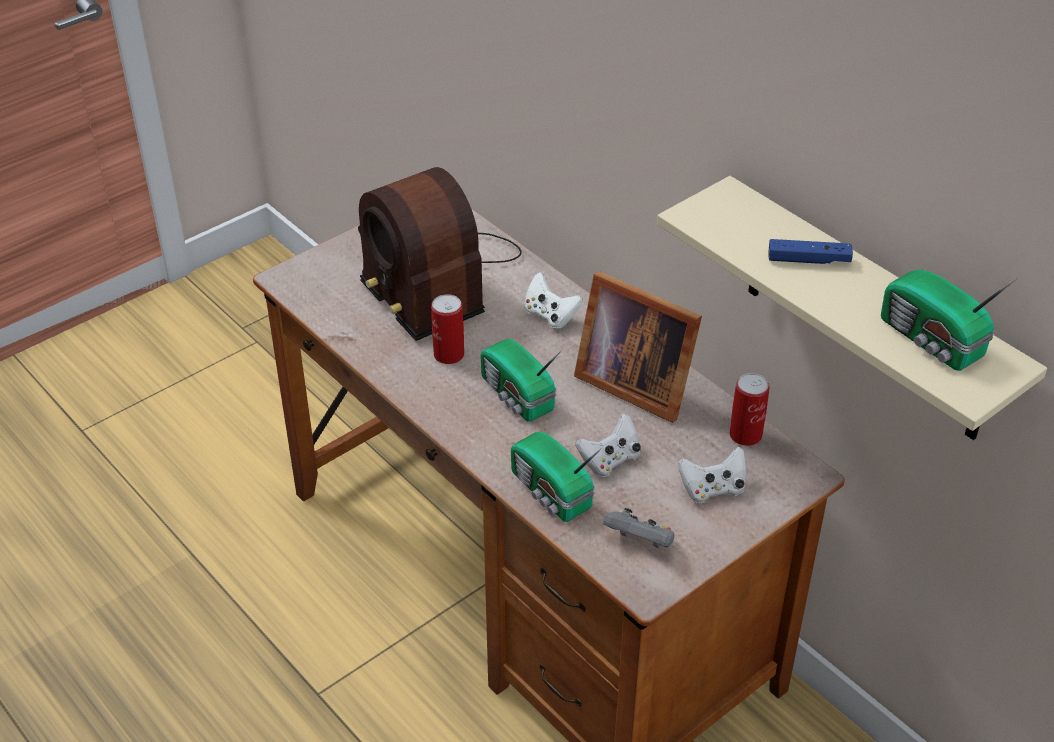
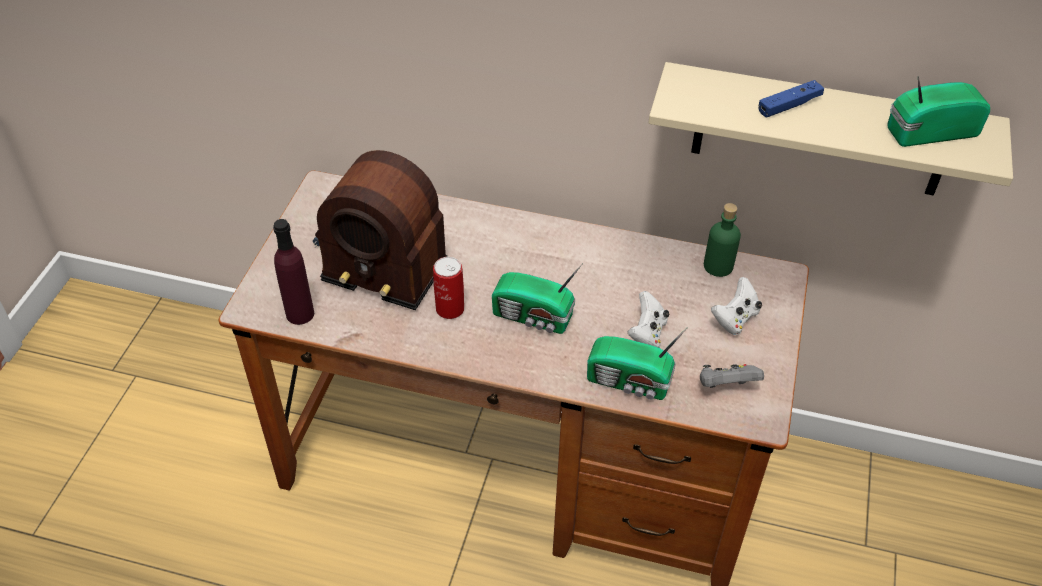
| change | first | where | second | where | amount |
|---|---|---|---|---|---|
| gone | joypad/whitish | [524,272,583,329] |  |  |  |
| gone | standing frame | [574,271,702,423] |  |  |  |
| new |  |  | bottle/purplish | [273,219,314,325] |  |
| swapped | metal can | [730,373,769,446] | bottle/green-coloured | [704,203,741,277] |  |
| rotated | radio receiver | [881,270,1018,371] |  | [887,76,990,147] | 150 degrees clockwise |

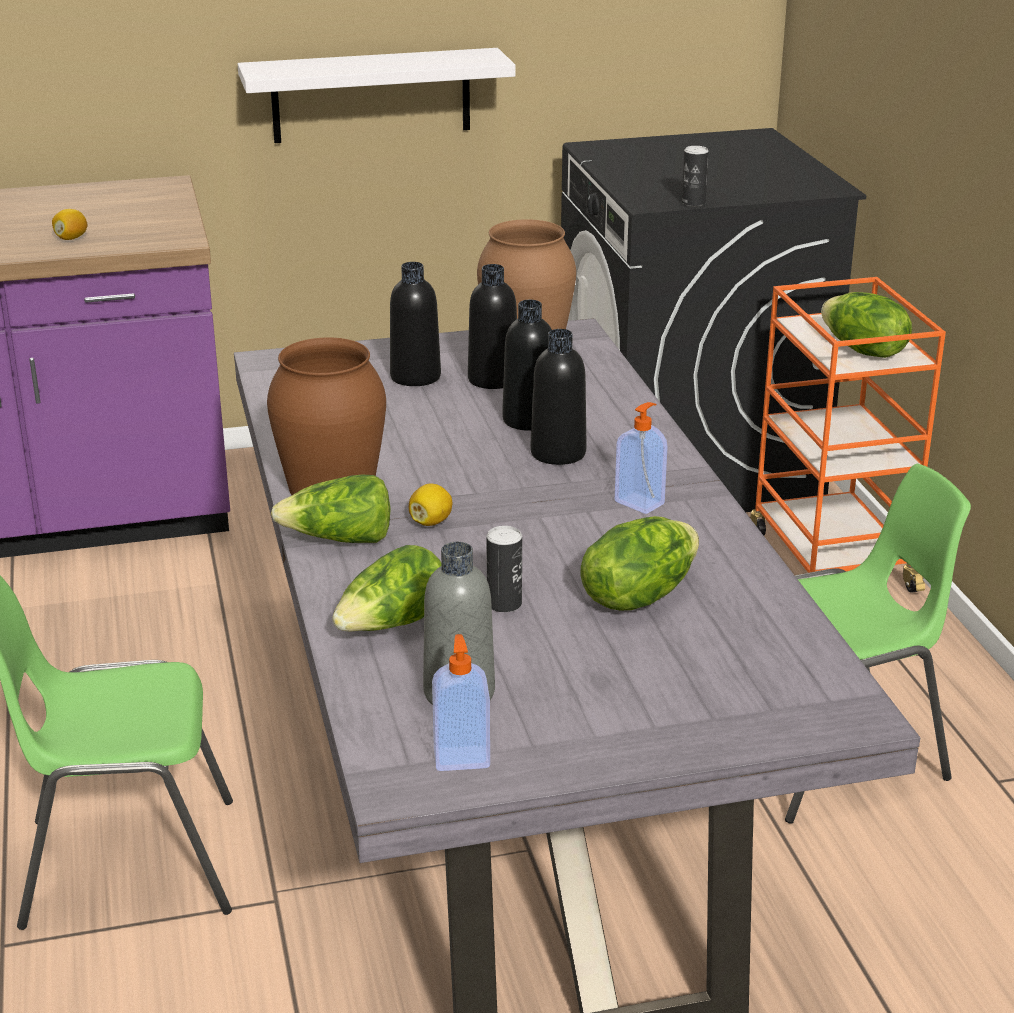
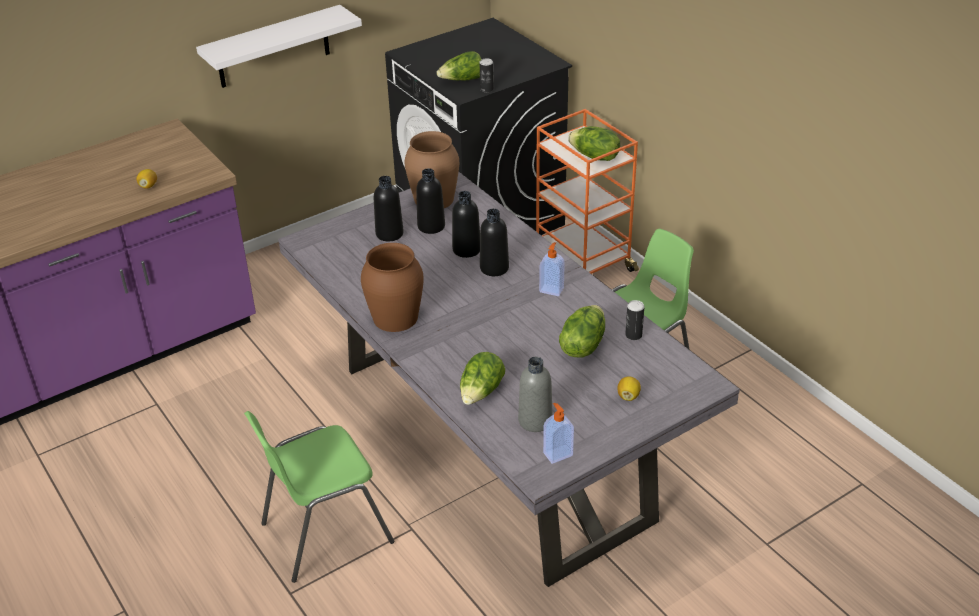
| change | first | where | second | where | amount |
|---|---|---|---|---|---|
| shifted | head of lettuce | [271,475,391,543] |  | [437,51,482,81] |  |
| shifted | whole lemon | [409,484,452,526] |  | [617,376,641,401] |  |
| shifted | metal can | [486,526,522,612] |  | [625,300,644,340] |  |

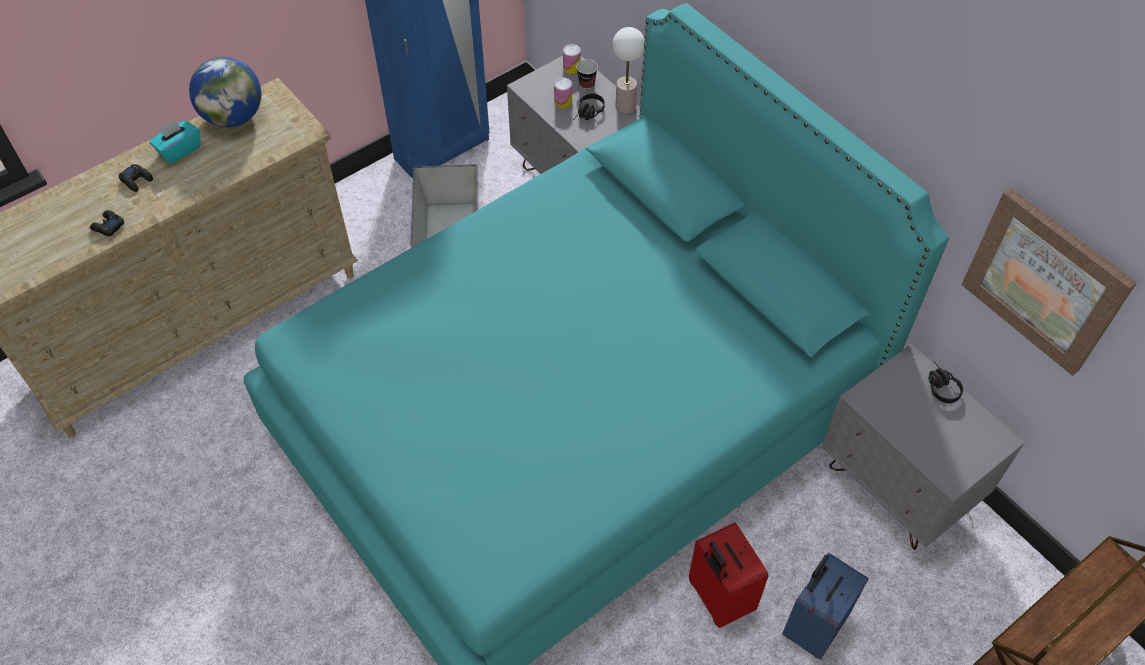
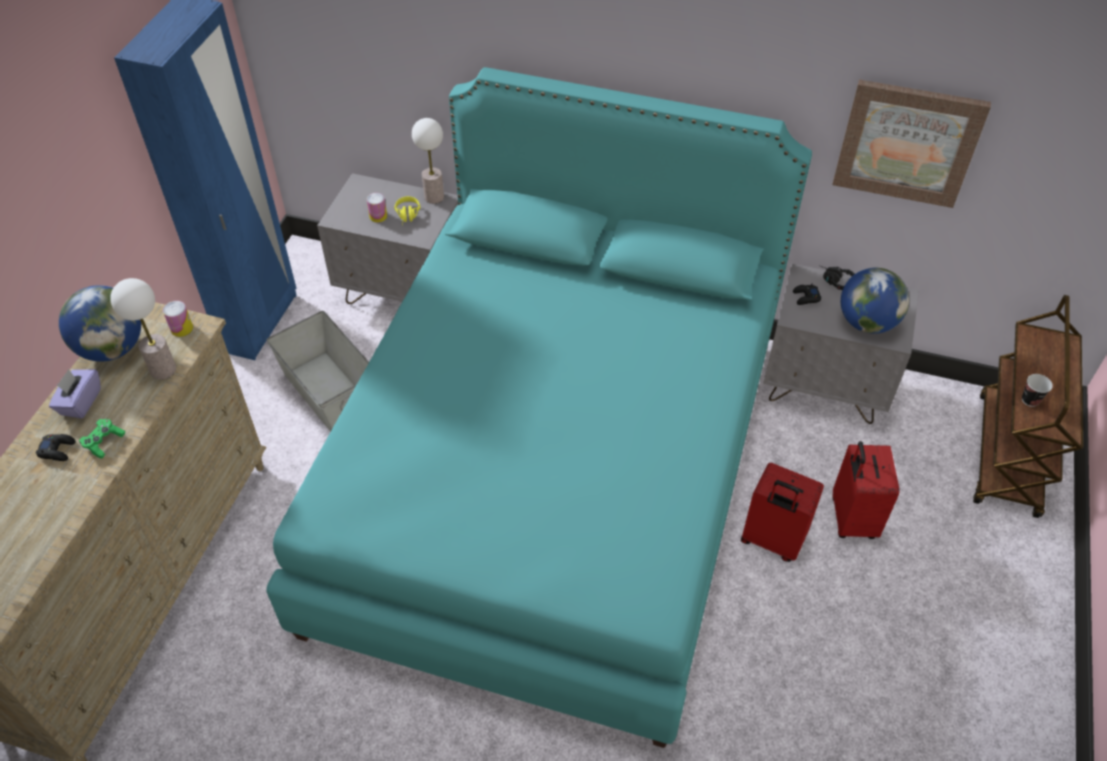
| change | first | where | second | where | amount |
|---|---|---|---|---|---|
| new |  |  | joypad/green-coloured | [79,419,125,459] |  |
| new |  |  | tabletop lamp | [110,278,176,380] |  |
| new |  |  | globe | [841,268,909,334] |  |
| shifted | joypad/black | [90,210,124,236] |  | [793,284,821,305] |  |
| shifted | metal can | [563,44,581,74] |  | [163,301,193,337] |  |
| shifted | small cup | [576,59,598,89] |  | [1022,374,1053,407] |  |
| repainted | tissue holder/turquoise | [150,119,201,164] | tissue holder/purplish | [49,369,101,419] |  |
| repainted | headset/black | [573,93,605,120] | headset/yellow | [394,196,420,225] |  |
| repainted | travel case/blue | [782,553,869,660] | travel case/red | [832,441,900,539] |  |

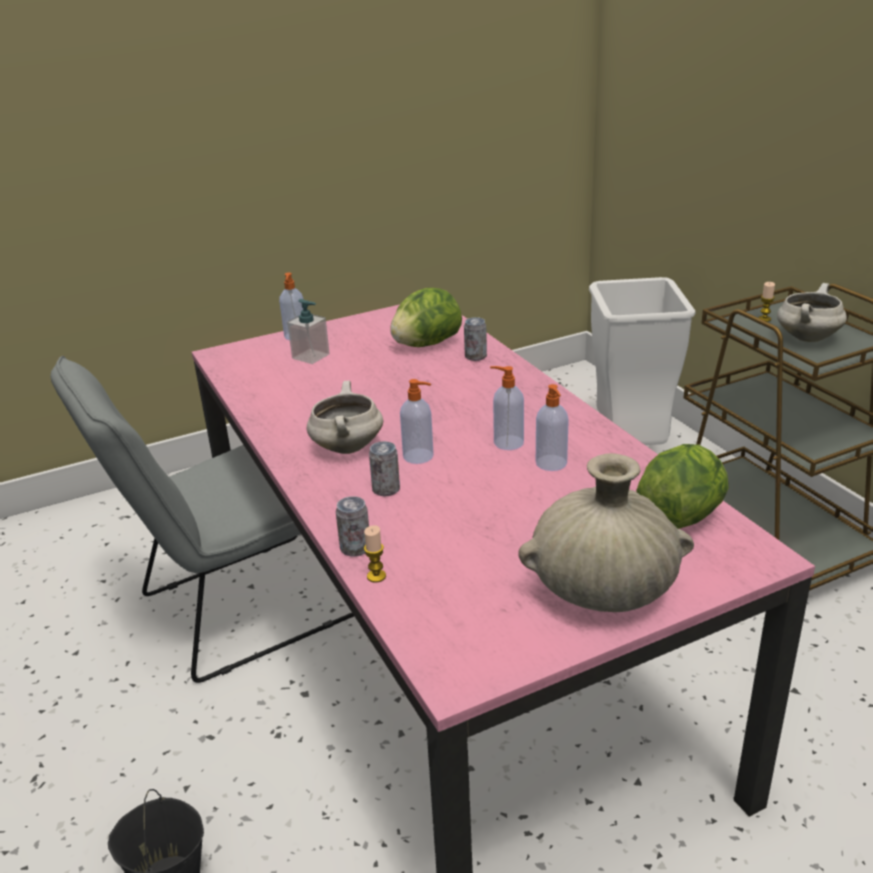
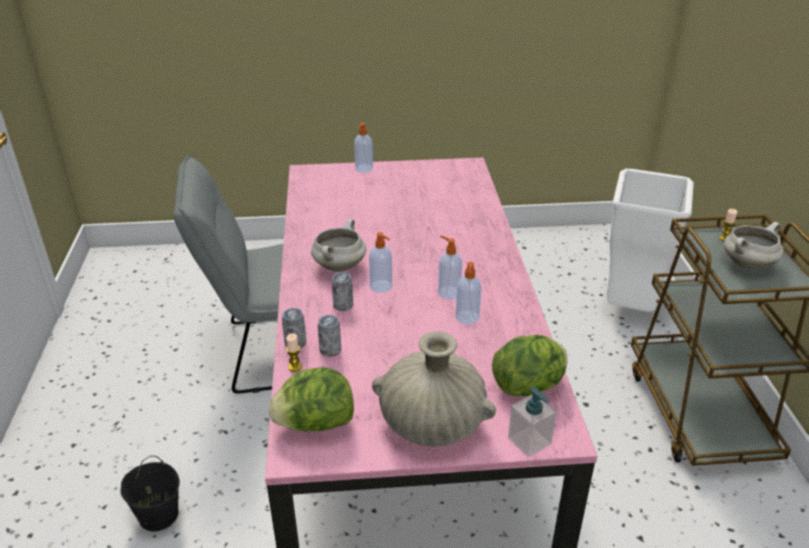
| change | first | where | second | where | amount |
|---|---|---|---|---|---|
| shifted | soap bottle | [287,299,330,364] |  | [508,386,557,457] |  |
| shifted | head of lettuce | [390,288,462,347] |  | [269,367,354,431] |  |
| shifted | metal can | [464,317,487,361] |  | [318,315,341,357] |  |

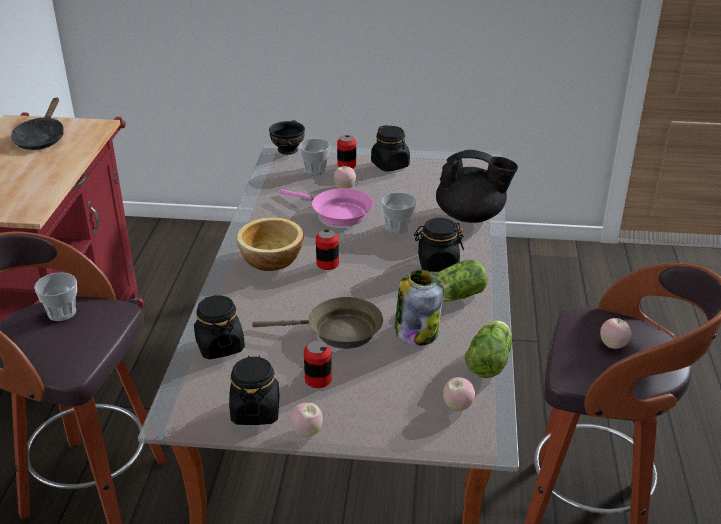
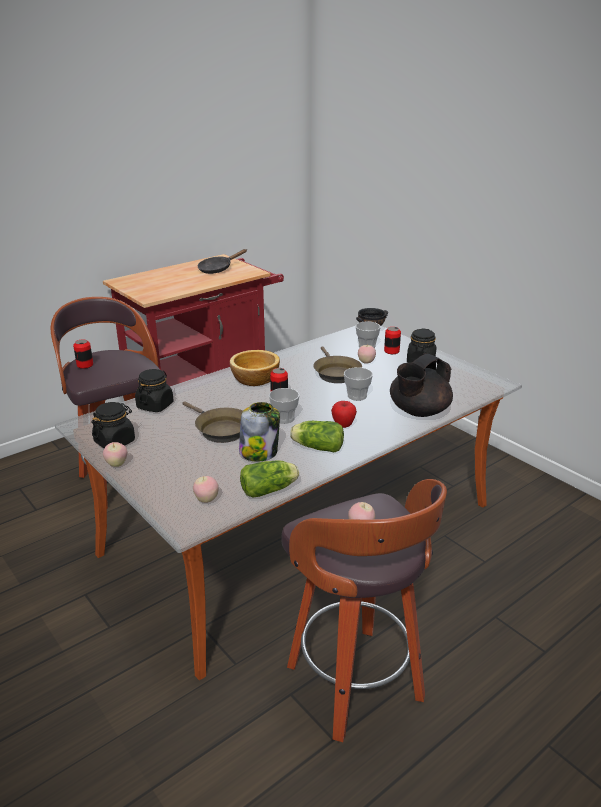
| change | first | where | second | where | amount |
|---|---|---|---|---|---|
| shifted | small cup | [34,272,77,321] |  | [269,388,300,424] |  |
| shifted | metal can | [304,340,332,388] |  | [73,339,93,369] |  |
| swapped | jar/black | [414,218,464,272] | apple | [331,401,357,428] |  |
| repainted | frying pan/pink-coloured | [279,188,373,226] | frying pan/brown-coloured | [313,346,362,383] |  |
| rotated | teapot/black | [436,150,518,223] |  | [390,353,453,417] | 75 degrees clockwise |

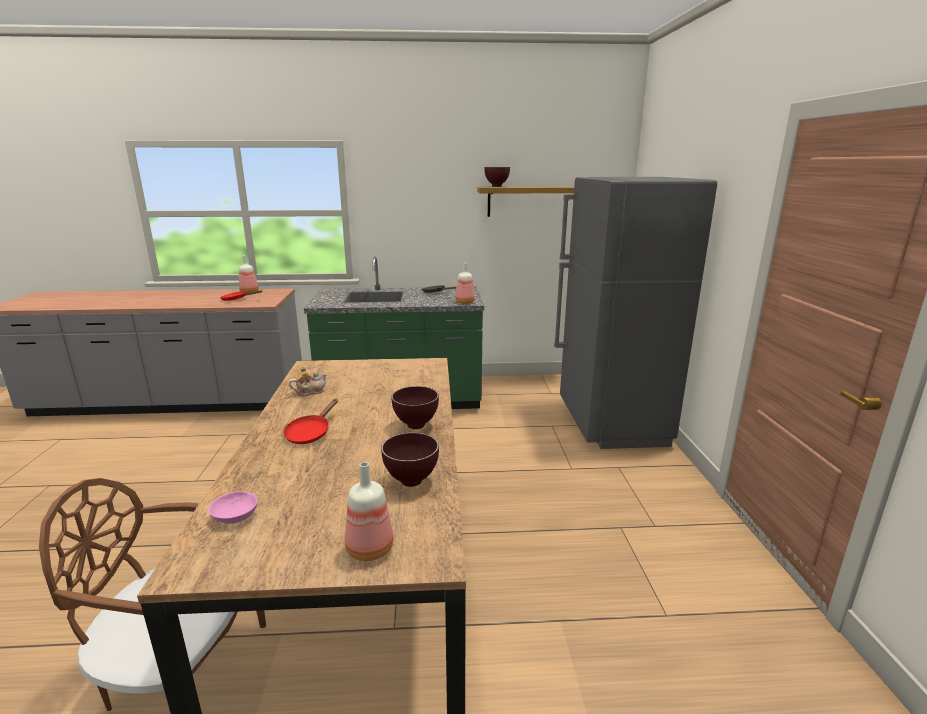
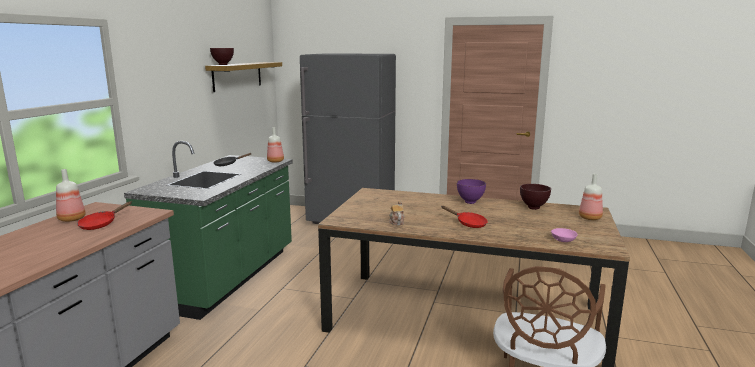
| change | first | where | second | where | amount |
|---|---|---|---|---|---|
| repainted | bowl/brown-coloured | [391,386,439,429] | bowl/purplish | [457,179,486,204] |  |

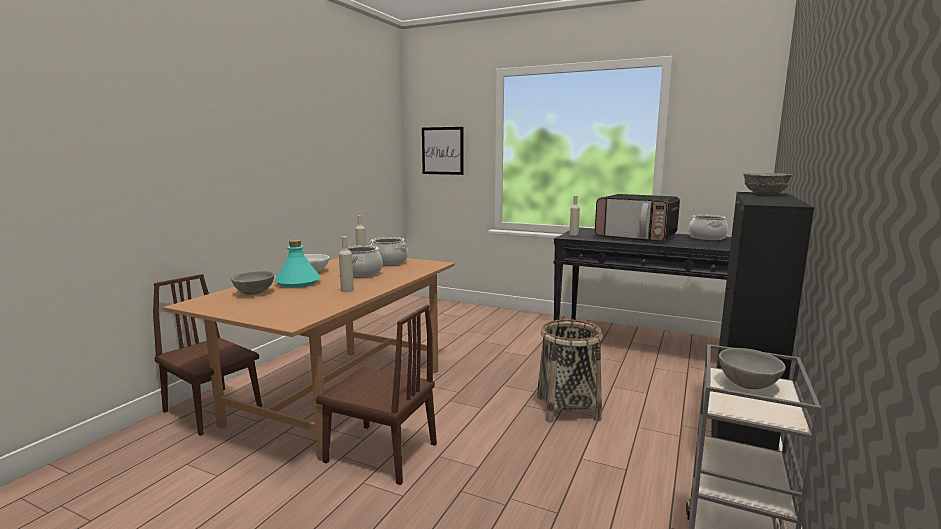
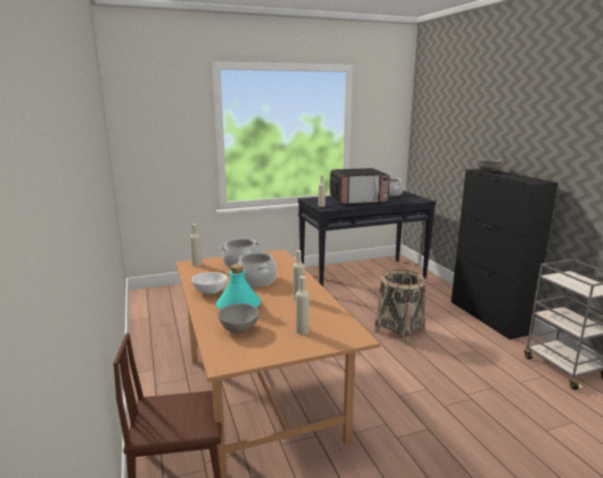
| change | first | where | second | where | amount |
|---|---|---|---|---|---|
| gone | upright chair/brown-coloured | [316,305,437,485] |  |  |  |
| gone | wall picture | [422,127,464,175] |  |  |  |
| gone | bowl/grey | [718,348,786,389] |  |  |  |
| new |  |  | bottle/sand-coloured | [296,276,309,335] |  |

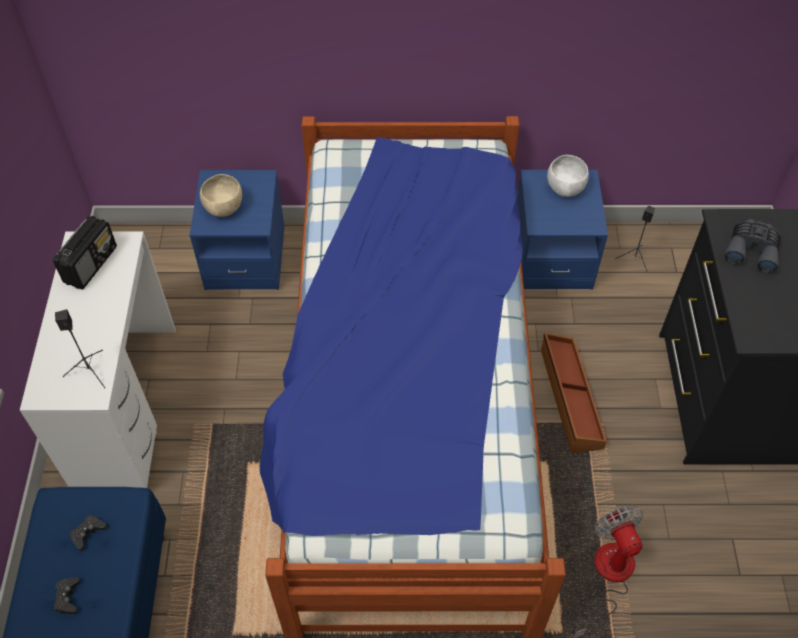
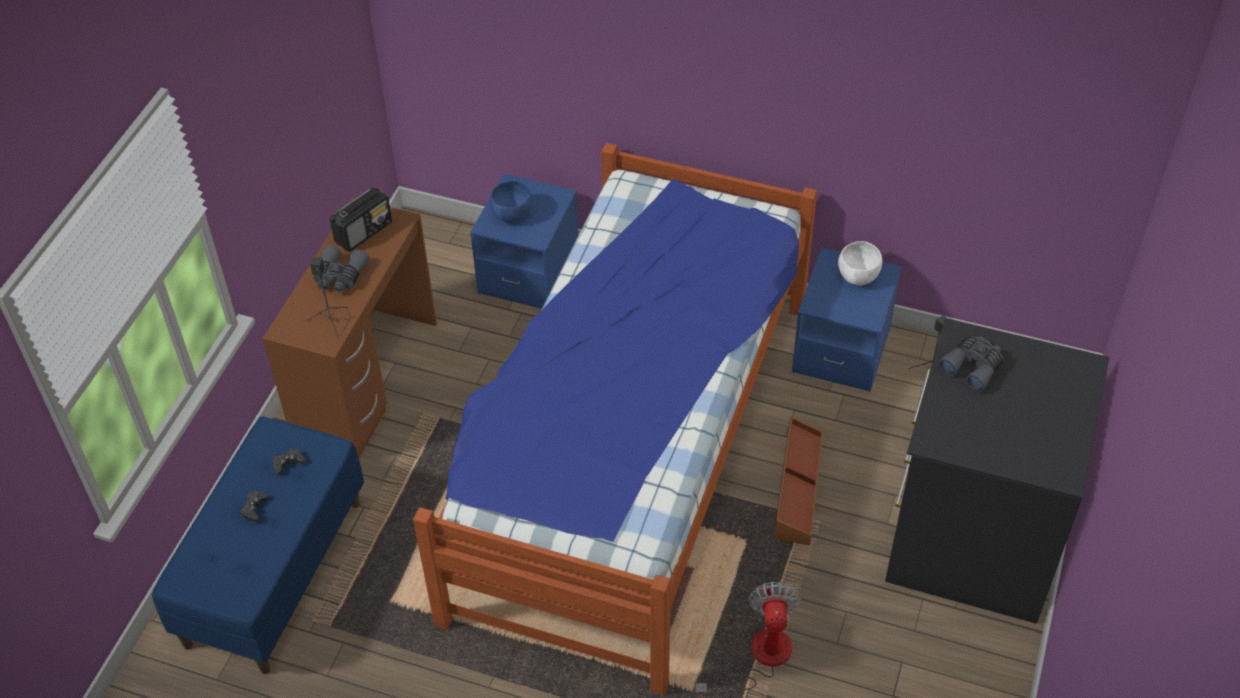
| change | first | where | second | where | amount |
|---|---|---|---|---|---|
| new |  |  | binoculars/grey | [313,245,369,293] |  |
| repainted | desk table/whitish | [20,231,176,488] | desk table/brown-coloured | [263,198,437,458] |  |
| repainted | bowl/sand-coloured | [200,174,242,217] | bowl/blue | [490,180,532,223] |  |

